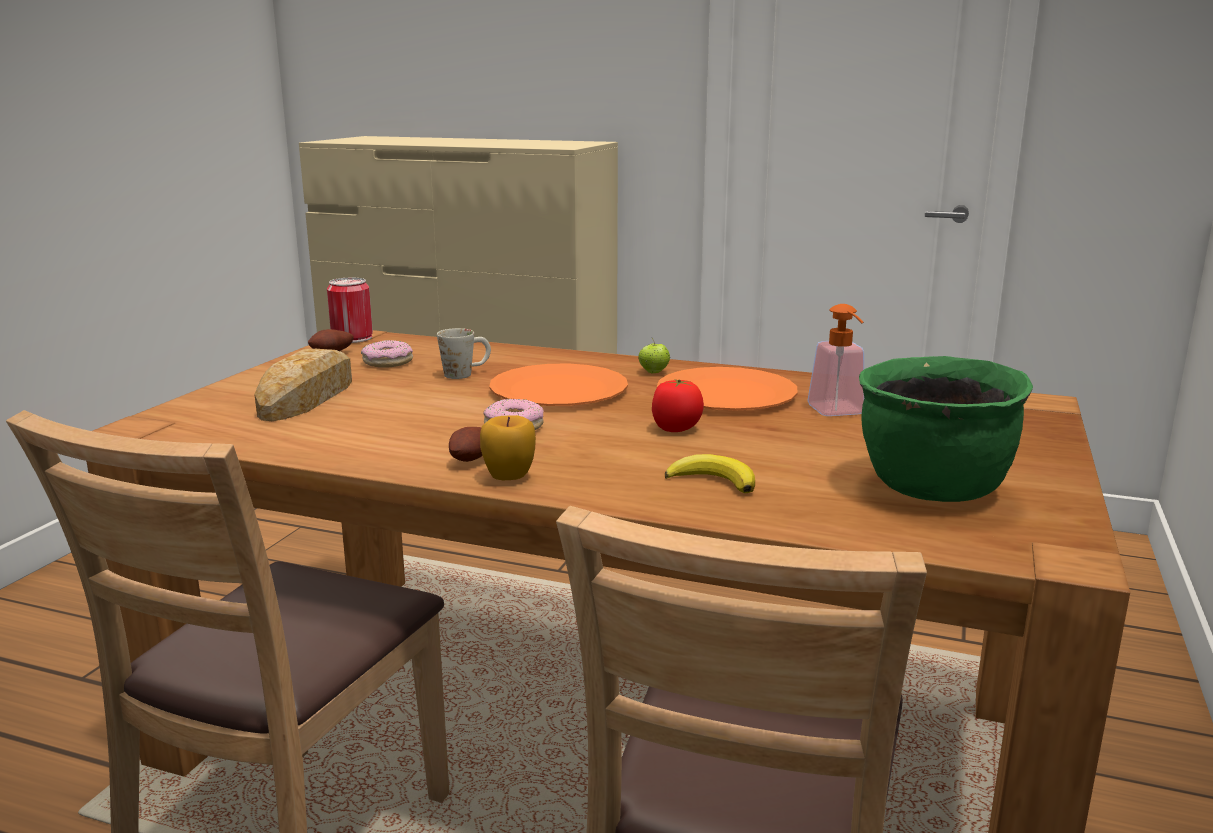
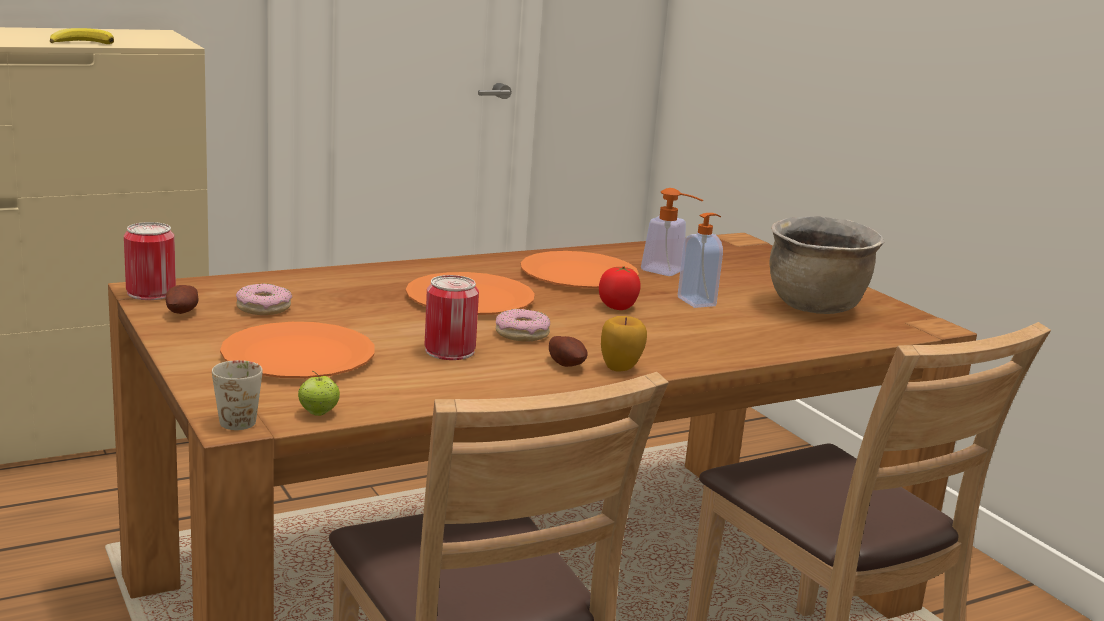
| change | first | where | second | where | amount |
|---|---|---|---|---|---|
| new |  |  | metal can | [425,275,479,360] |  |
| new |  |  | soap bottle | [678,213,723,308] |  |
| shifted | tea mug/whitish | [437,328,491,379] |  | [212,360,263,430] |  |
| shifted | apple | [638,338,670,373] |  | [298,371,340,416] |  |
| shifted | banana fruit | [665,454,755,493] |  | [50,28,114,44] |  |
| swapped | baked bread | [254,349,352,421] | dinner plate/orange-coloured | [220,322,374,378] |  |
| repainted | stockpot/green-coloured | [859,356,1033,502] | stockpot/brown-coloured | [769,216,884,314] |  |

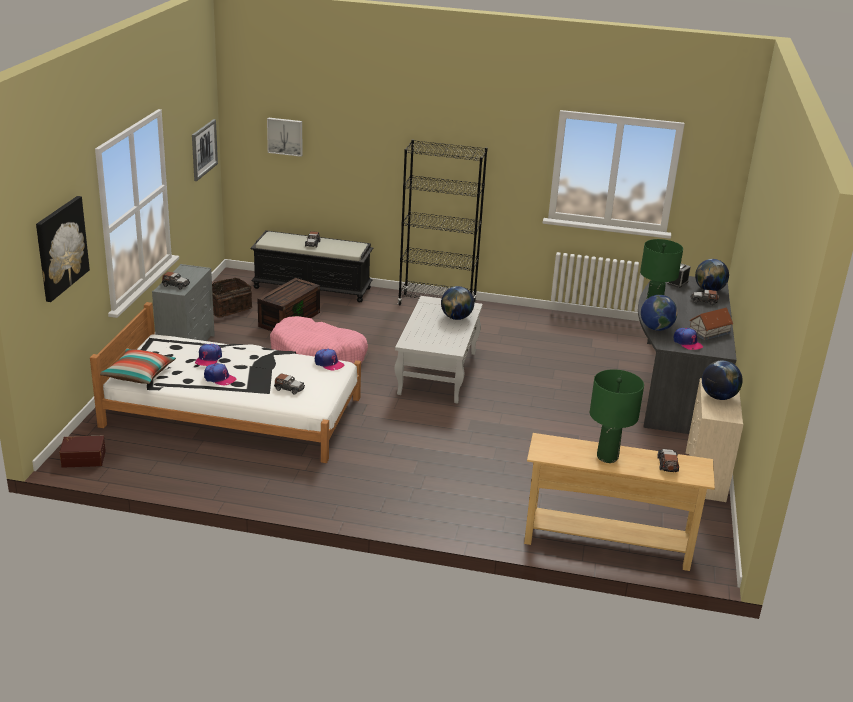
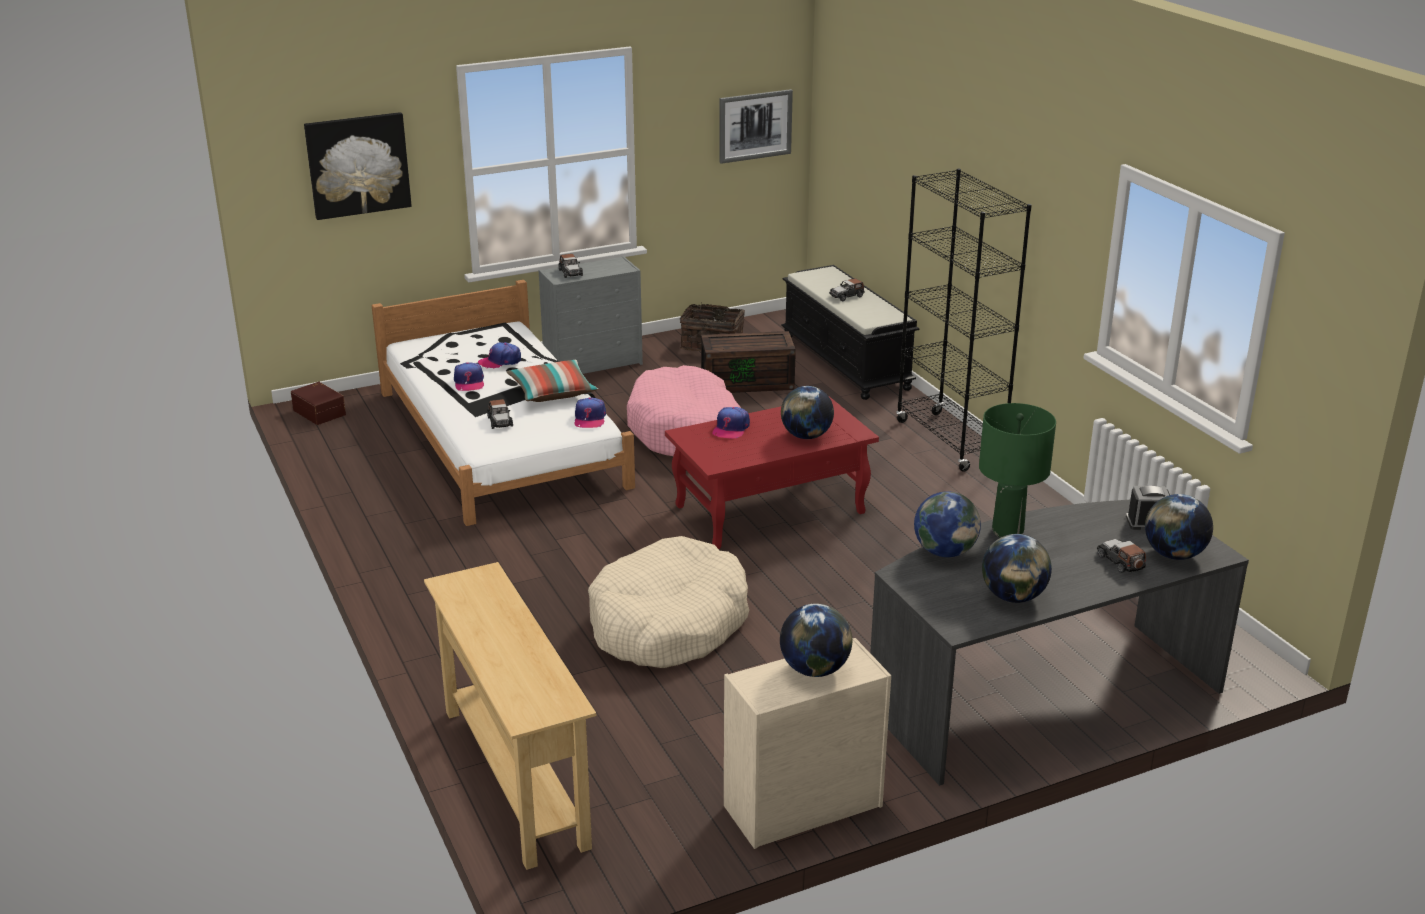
| change | first | where | second | where | amount |
|---|---|---|---|---|---|
| gone | wall picture | [267,117,302,157] |  |  |  |
| gone | tabletop lamp/green-coloured | [590,369,644,463] |  |  |  |
| gone | model car | [657,449,679,472] |  |  |  |
| new |  |  | dog bed/sand-coloured | [588,536,749,668] |  |
| shifted | cushion | [100,349,176,384] |  | [507,360,598,402] |  |
| shifted | peaked cap | [673,328,703,350] |  | [712,407,750,439] |  |
| swapped | toy house | [689,308,733,340] | globe | [982,534,1052,603] |  |
| repainted | lounge table/whitish | [395,296,483,404] | lounge table/red | [665,397,879,549] |  |

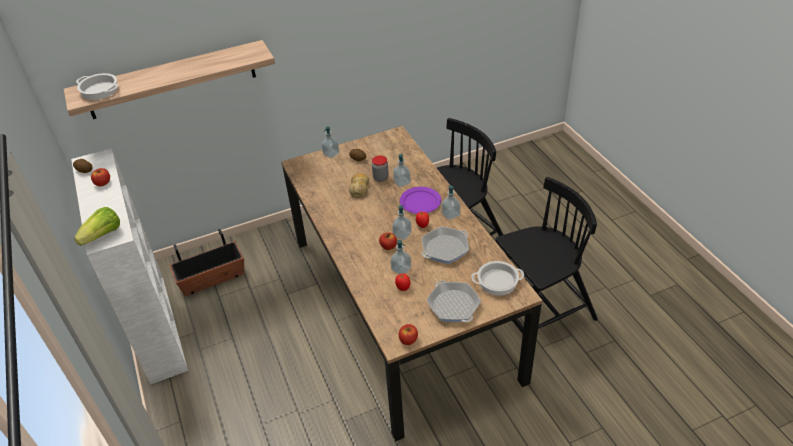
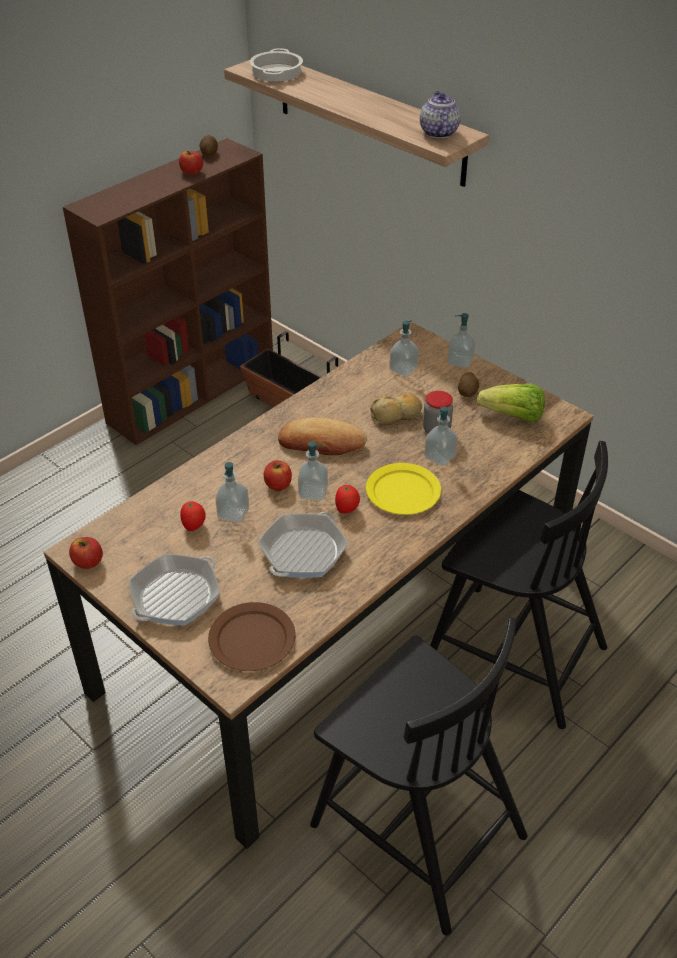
| change | first | where | second | where | amount |
|---|---|---|---|---|---|
| new |  |  | baked bread | [278,417,367,455] |  |
| new |  |  | teapot | [420,91,461,138] |  |
| shifted | head of lettuce | [74,207,120,246] |  | [477,384,545,422] |  |
| shifted | soap bottle | [441,185,460,220] |  | [389,320,419,376] |  |
| swapped | stockpot | [471,261,524,296] | dinner plate/brown-coloured | [208,602,295,671] |  |
| repainted | bookcase/whitish | [71,148,188,384] | bookcase/brown-coloured | [63,138,273,445] |  |
| repainted | dinner plate/purplish | [400,187,441,214] | dinner plate/yellow | [366,463,441,515] |  |
| rotated | frying pan | [422,226,469,264] |  | [258,512,348,578] | 90 degrees clockwise |

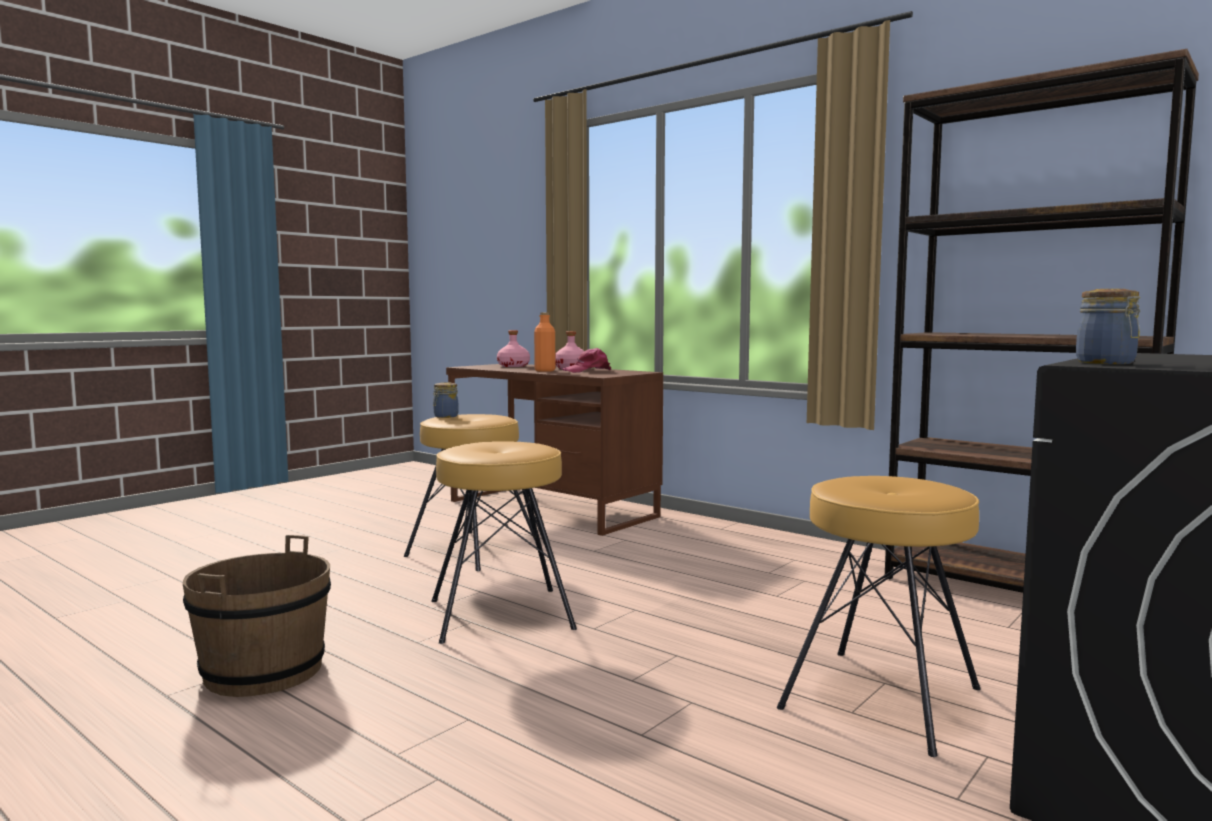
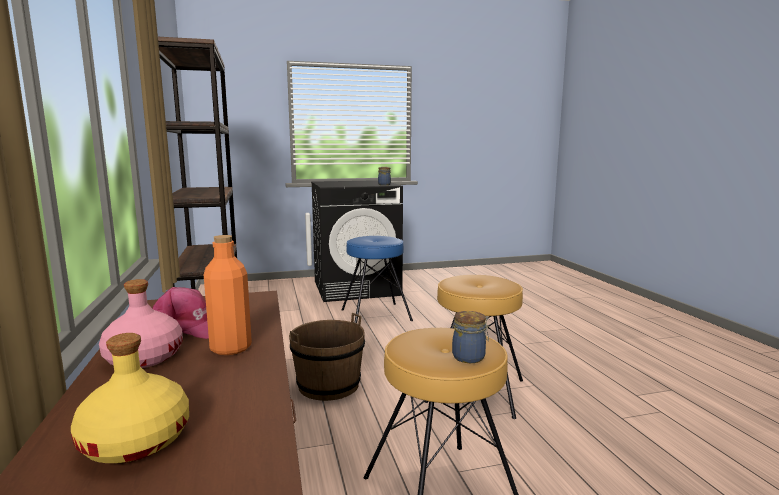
| change | first | where | second | where | amount |
|---|---|---|---|---|---|
| shifted | pail/brown-coloured | [183,535,331,697] |  | [289,313,365,401] |  |
| repainted | bottle/pink-coloured | [497,330,530,367] | bottle/yellow | [71,333,189,463] |  |
| repainted | sitting stool/brown-coloured | [777,476,981,757] | sitting stool/blue | [342,236,413,323] |  |

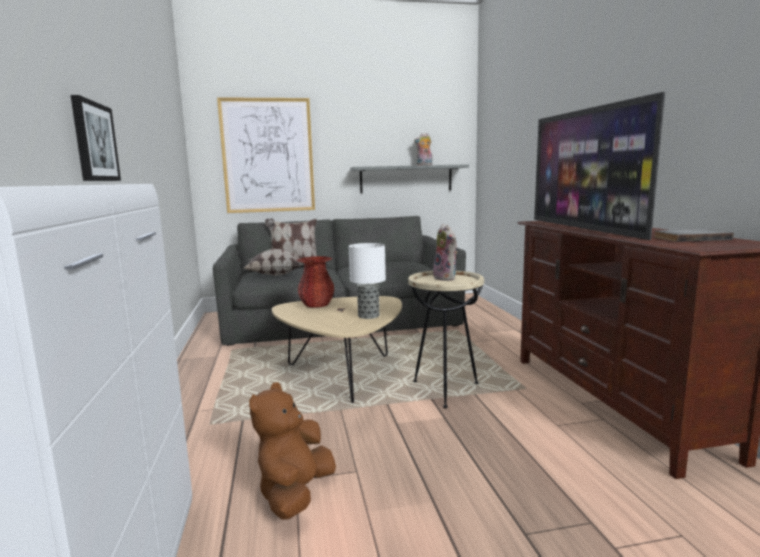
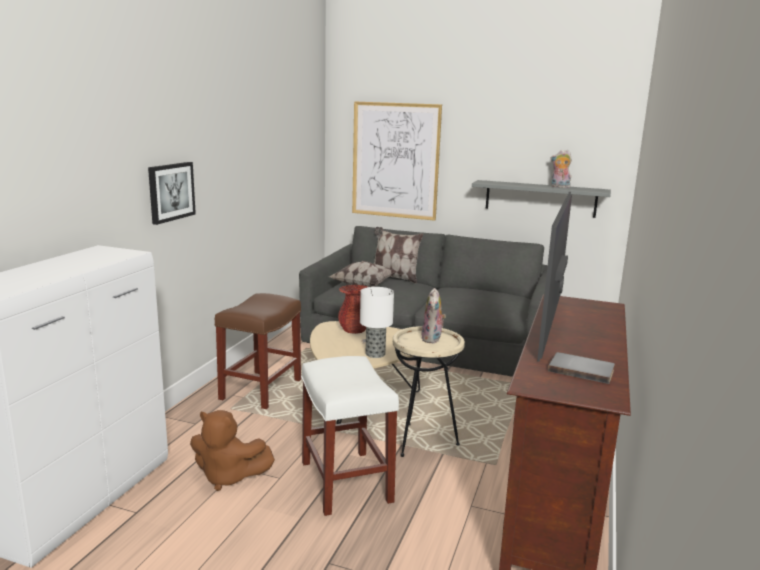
| change | first | where | second | where | amount |
|---|---|---|---|---|---|
| new |  |  | sitting stool/brown-coloured | [215,293,301,409] |  |
| new |  |  | sitting stool/whitish | [301,356,399,516] |  |
| rotated | soft toy/brown-coloured | [249,382,336,519] |  | [190,410,275,491] | 120 degrees counterclockwise |

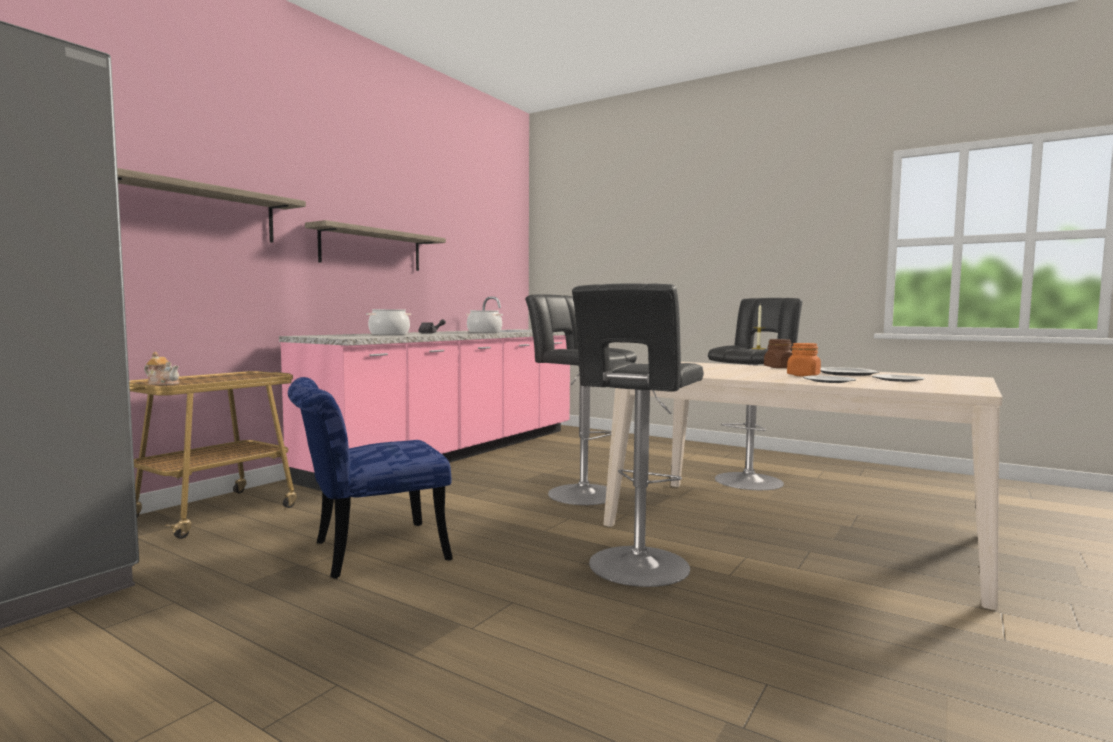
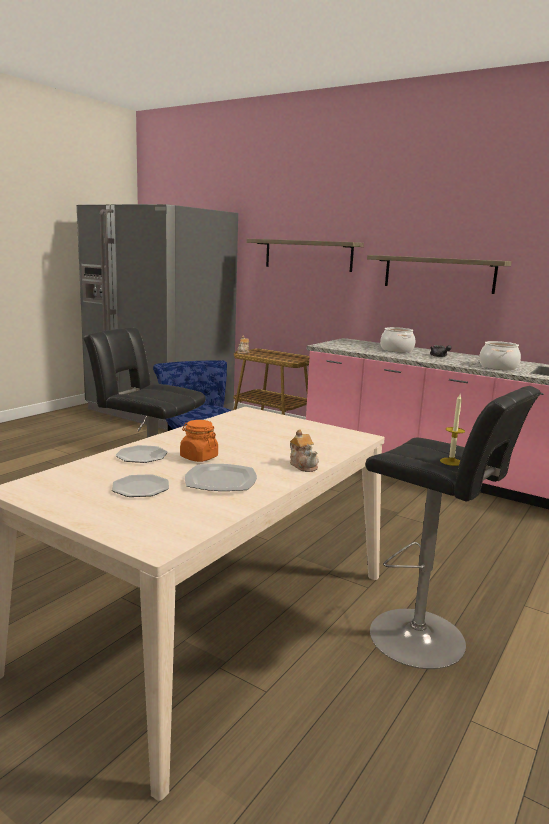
| change | first | where | second | where | amount |
|---|---|---|---|---|---|
| gone | sitting stool/black | [525,294,637,505] |  |  |  |
| swapped | jar/brown-coloured | [764,339,793,368] | teapot | [290,429,319,472] |  |

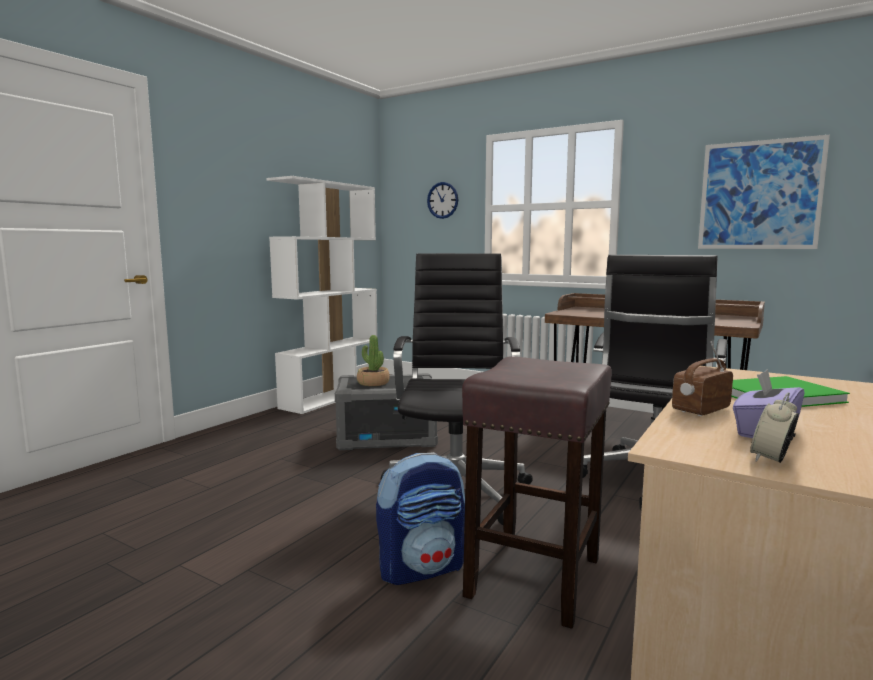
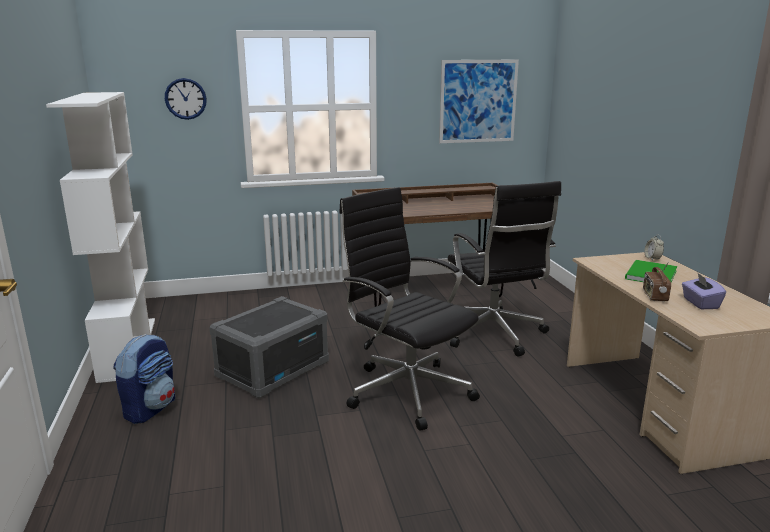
| change | first | where | second | where | amount |
|---|---|---|---|---|---|
| gone | houseplant | [357,335,390,386] |  |  |  |
| gone | sitting stool/brown-coloured | [462,356,612,629] |  |  |  |
| shifted | backpack | [376,452,465,585] |  | [113,334,175,424] |  |
| shifted | bedside clock | [750,392,799,463] |  | [644,234,664,261] |  |

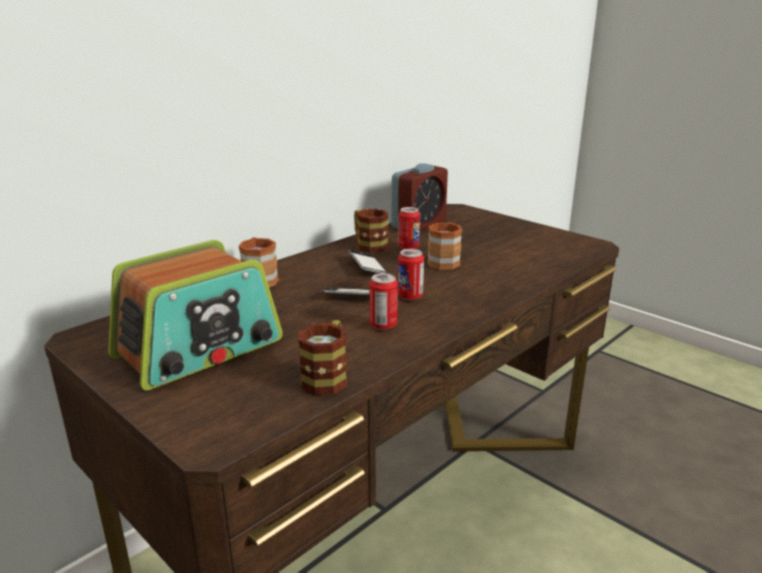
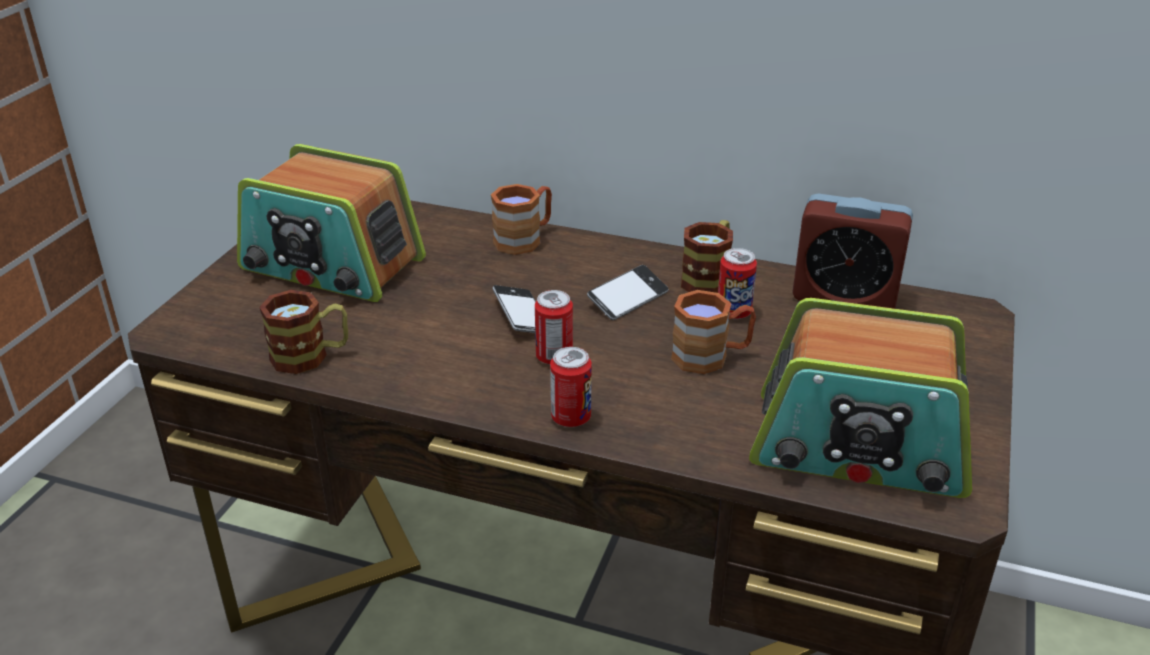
| change | first | where | second | where | amount |
|---|---|---|---|---|---|
| new |  |  | radio receiver | [749,298,972,498] |  |
| shifted | metal can | [369,273,398,330] |  | [550,347,592,427] |  |

